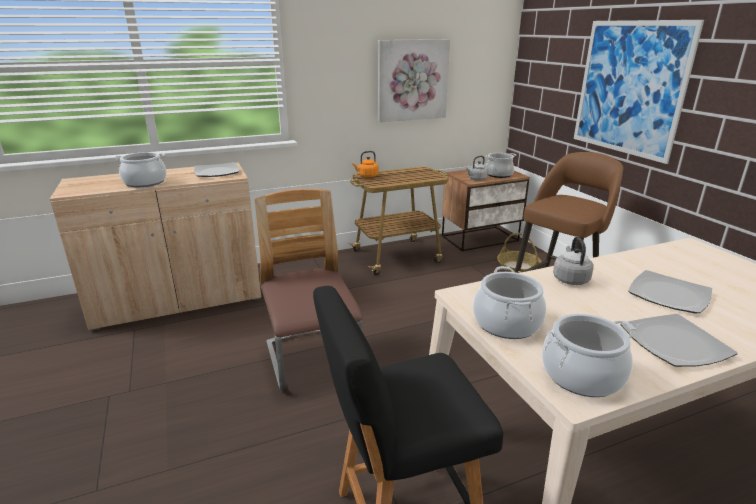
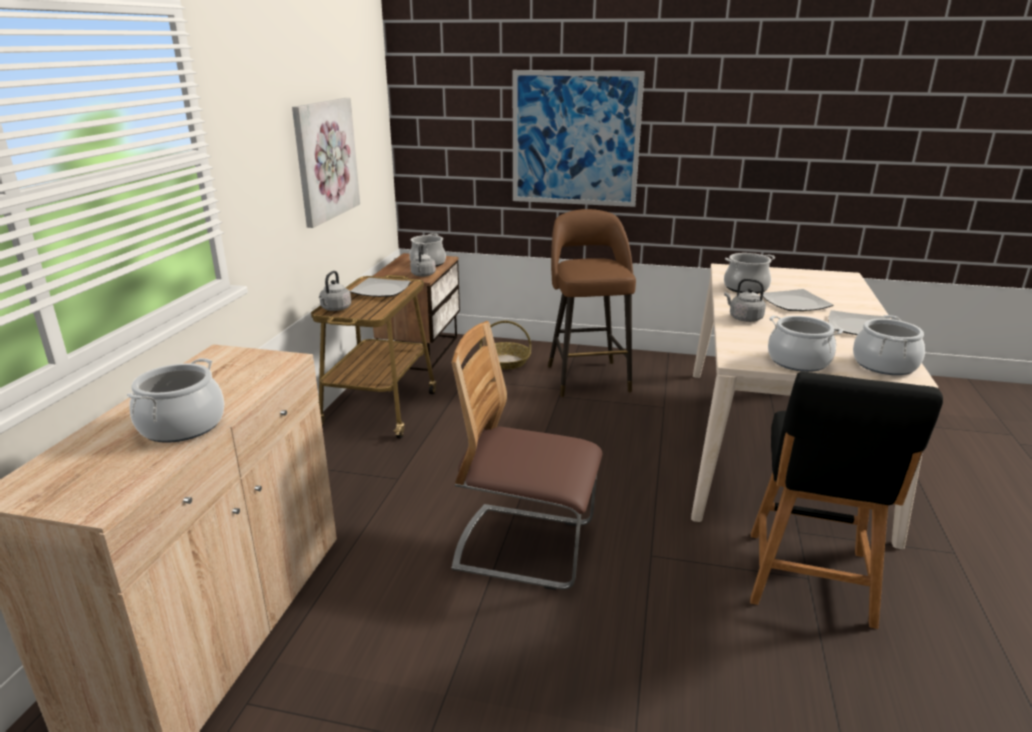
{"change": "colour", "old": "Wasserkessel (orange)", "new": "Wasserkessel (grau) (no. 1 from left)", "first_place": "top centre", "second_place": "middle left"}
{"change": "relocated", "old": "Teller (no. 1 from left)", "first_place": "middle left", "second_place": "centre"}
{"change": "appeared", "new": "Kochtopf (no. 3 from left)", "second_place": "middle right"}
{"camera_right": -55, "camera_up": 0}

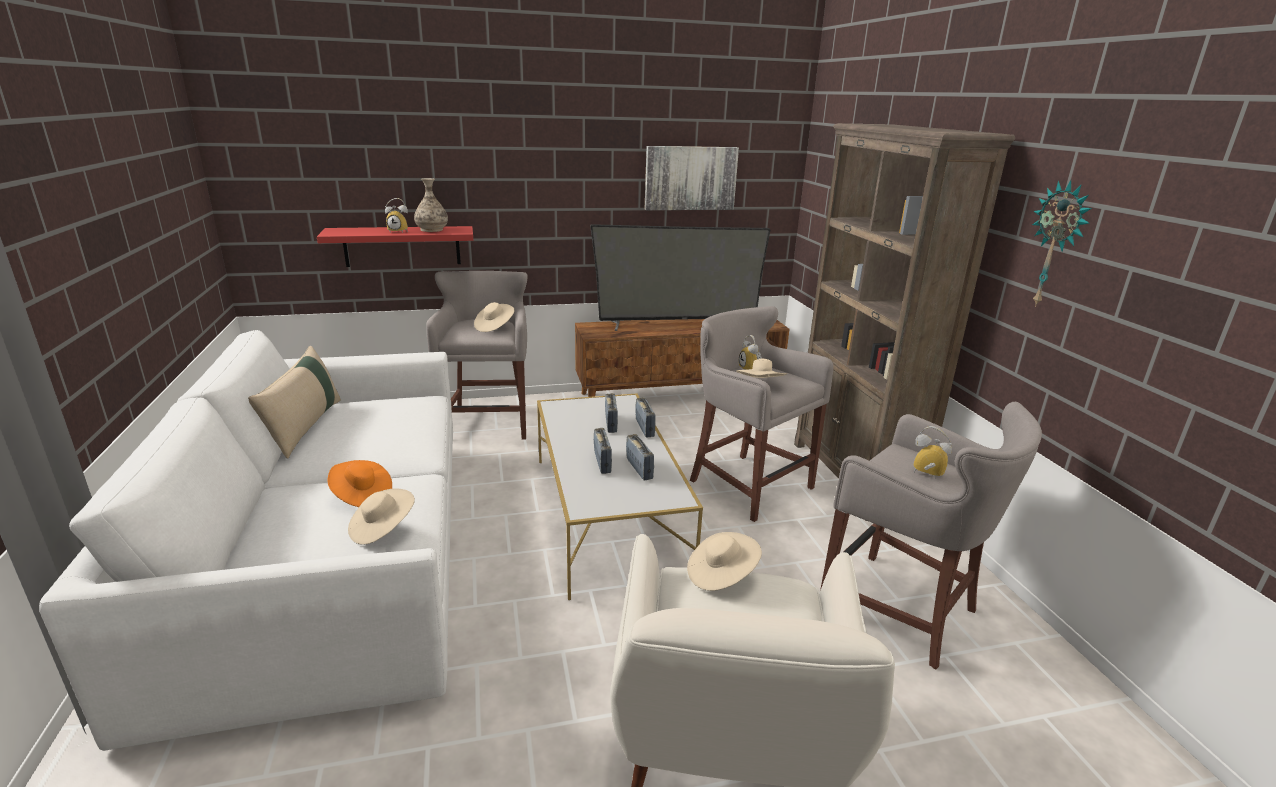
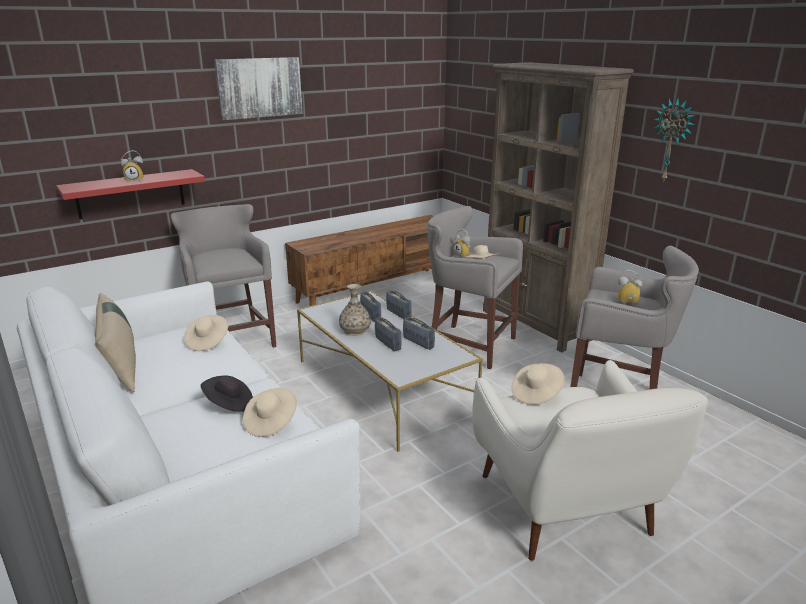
{"change": "relocated", "old": "Bild", "first_place": "top centre", "second_place": "top left"}
{"change": "relocated", "old": "Vase", "first_place": "top centre", "second_place": "centre"}
{"change": "missing", "old": "Fernseher", "first_place": "centre"}
{"change": "relocated", "old": "Hut (beige) (no. 2 from left in the first image)", "new": "Hut (beige) (no. 1 from left)", "first_place": "centre", "second_place": "middle left"}
{"change": "colour", "old": "Hut (orange)", "new": "Hut (schwarz)", "first_place": "middle left", "second_place": "middle left"}
{"camera_right": -20, "camera_up": 0}

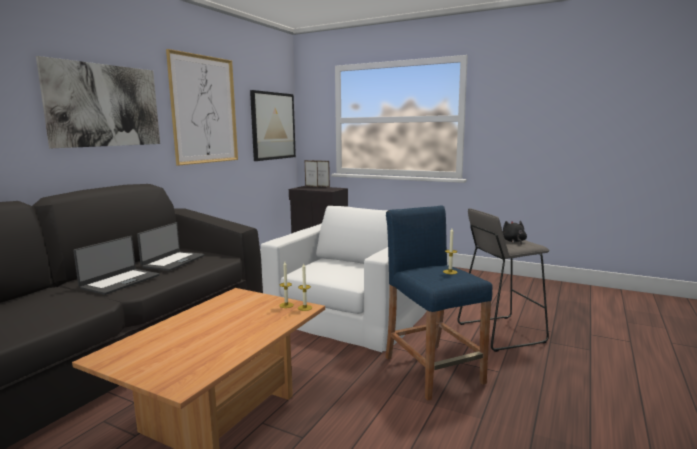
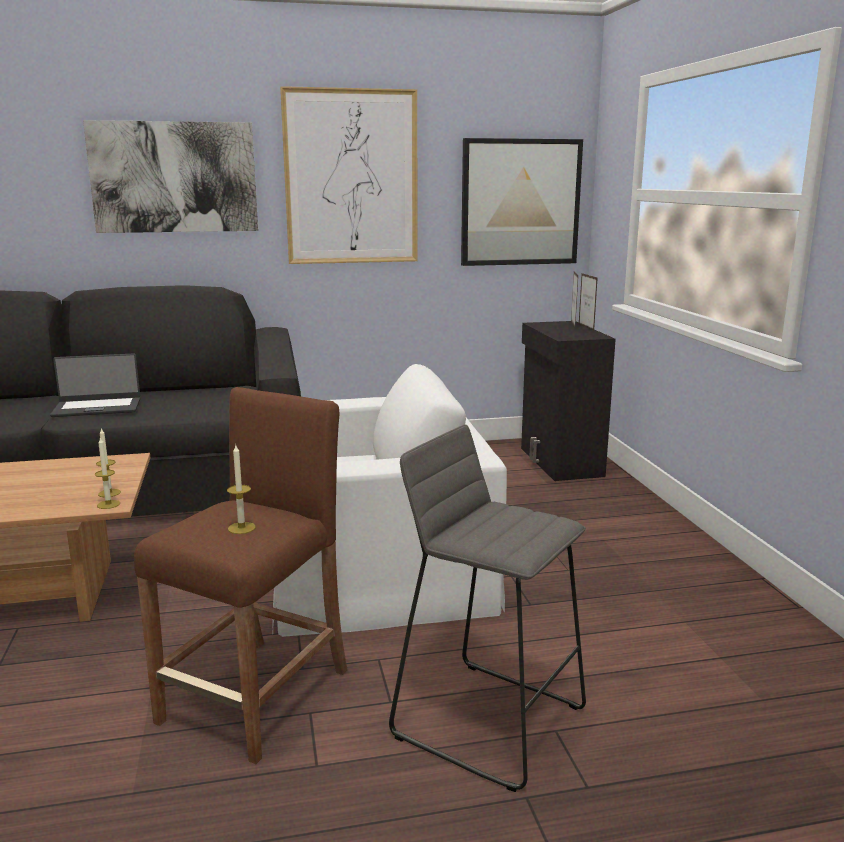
{"change": "colour", "old": "Hocker (blau)", "new": "Hocker (braun)", "first_place": "bottom centre", "second_place": "bottom left"}
{"change": "missing", "old": "Plüschtier (schwarz)", "first_place": "middle right"}
{"change": "missing", "old": "Laptop (no. 2 from left)", "first_place": "middle left"}
{"camera_right": 50, "camera_up": 5}

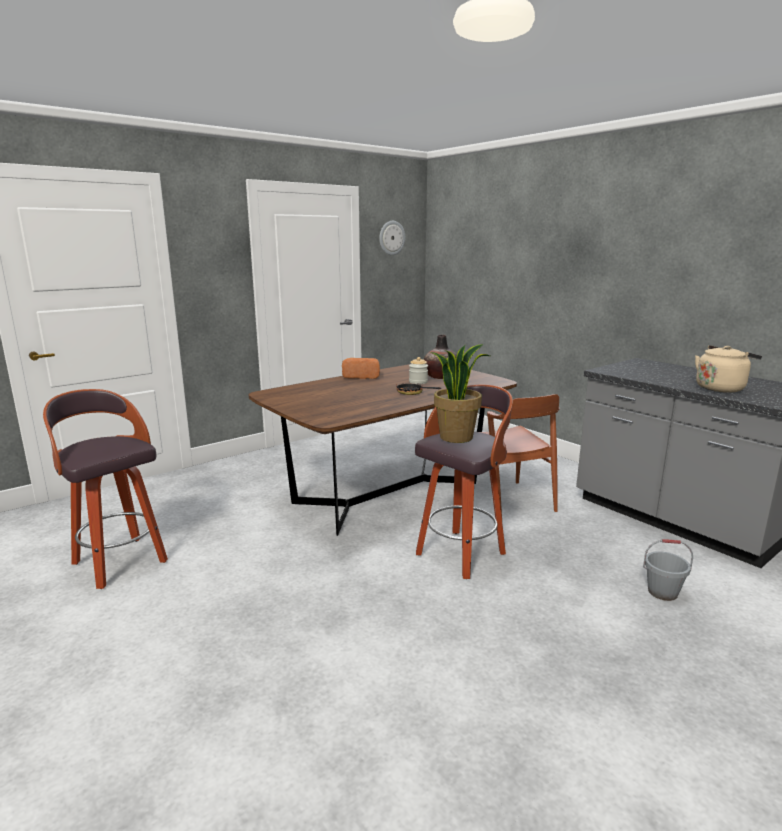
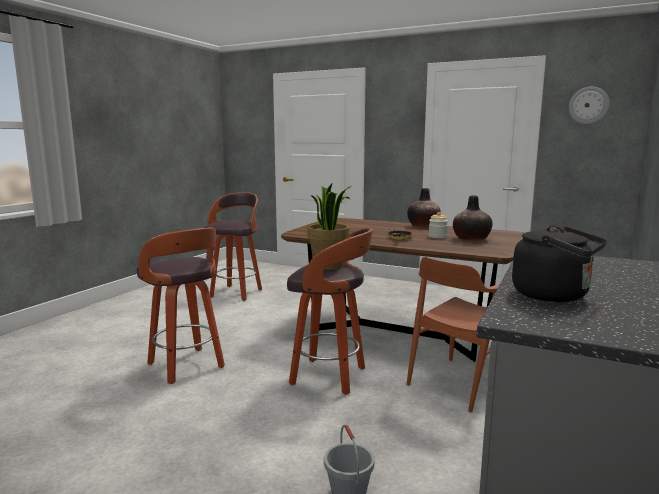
{"change": "colour", "old": "Wasserkessel (beige)", "new": "Wasserkessel (schwarz)", "first_place": "middle right", "second_place": "middle right"}
{"change": "exchanged", "old": "Brot", "new": "Vase (no. 1 from left)", "first_place": "centre", "second_place": "centre"}
{"change": "appeared", "new": "Hocker (no. 1 from left)", "second_place": "middle left"}
{"camera_right": 65, "camera_up": -5}

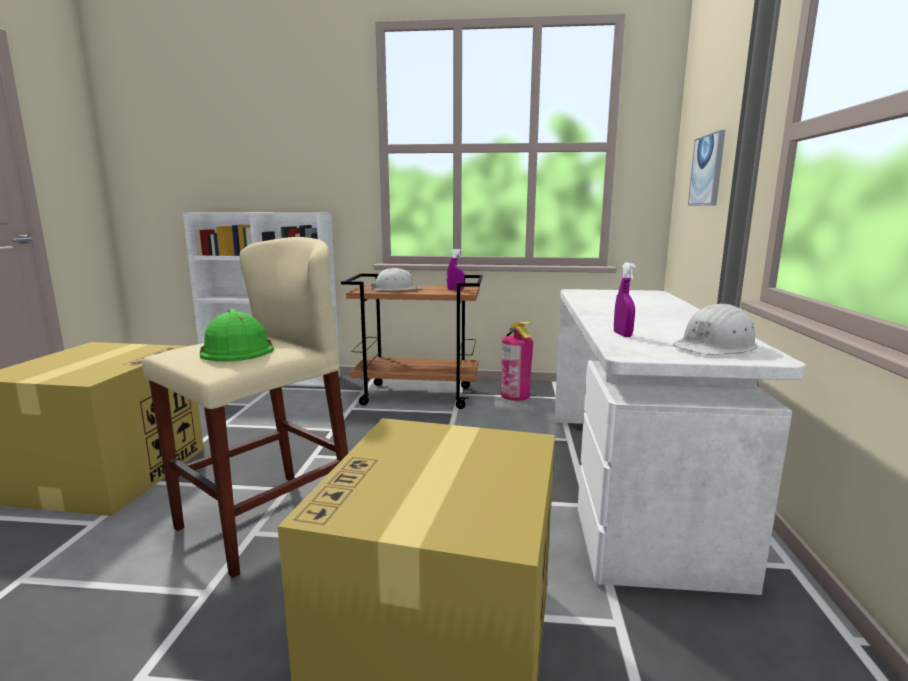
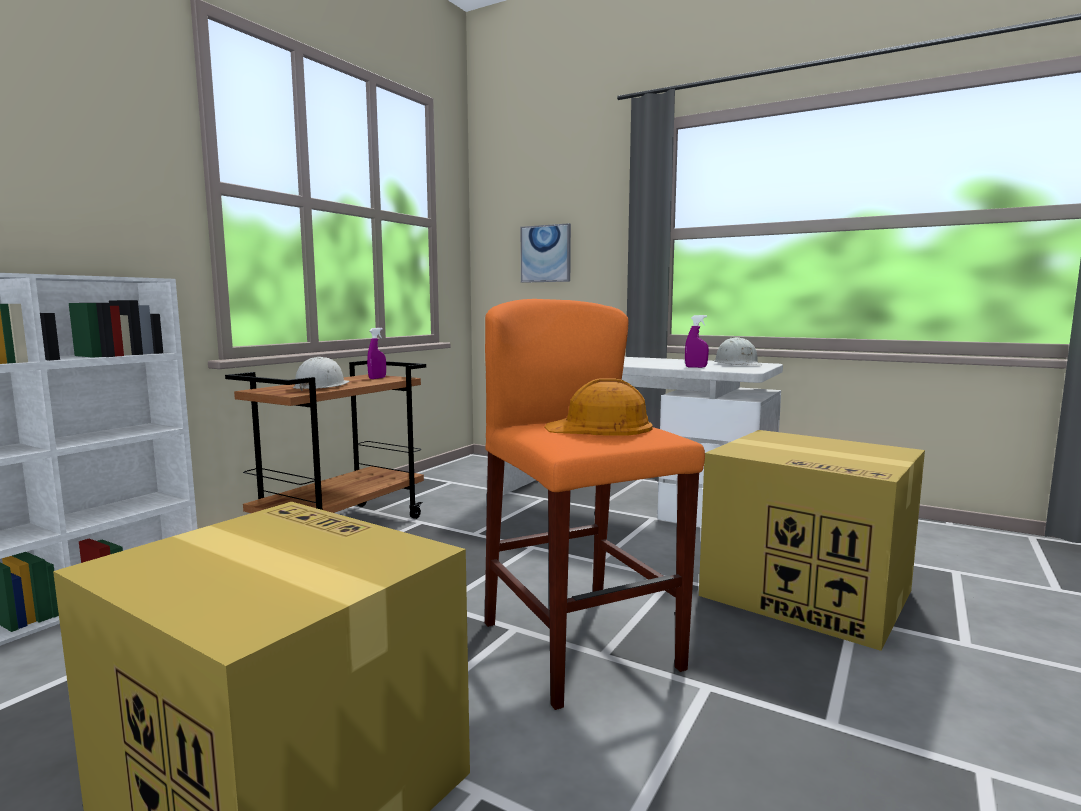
{"change": "colour", "old": "Hocker (beige)", "new": "Hocker (orange)", "first_place": "middle left", "second_place": "centre"}
{"change": "colour", "old": "Schutzhelm (grün)", "new": "Schutzhelm (orange)", "first_place": "middle left", "second_place": "centre"}
{"change": "missing", "old": "Feuerlöscher", "first_place": "centre"}
{"camera_right": -65, "camera_up": -5}

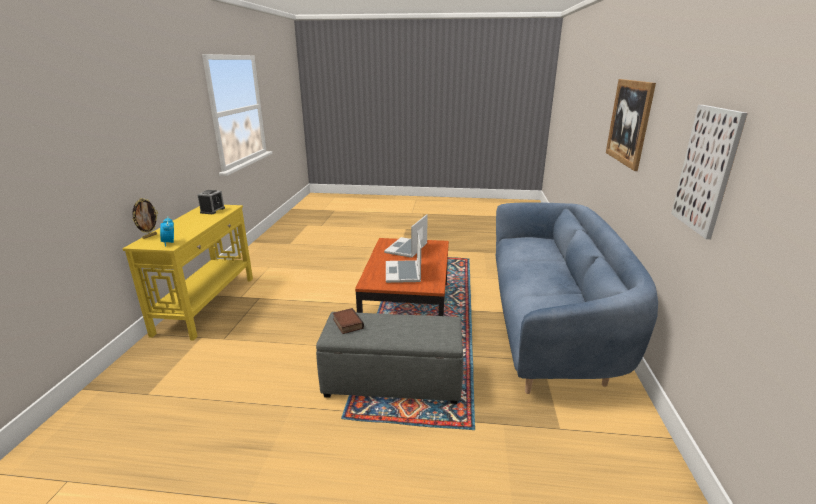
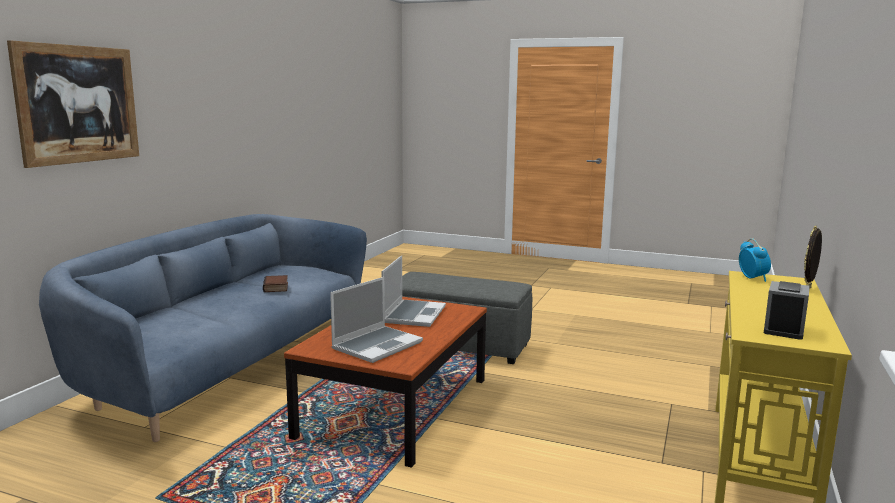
{"change": "missing", "old": "Bild (no. 2 from left)", "first_place": "middle right"}
{"change": "relocated", "old": "Buch", "first_place": "centre", "second_place": "middle left"}
{"camera_right": -165, "camera_up": -10}

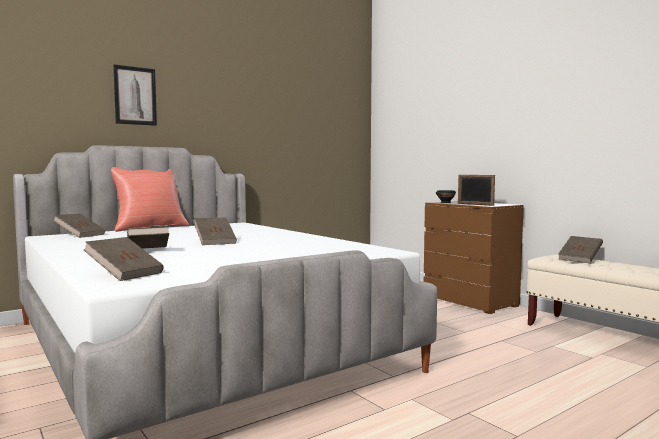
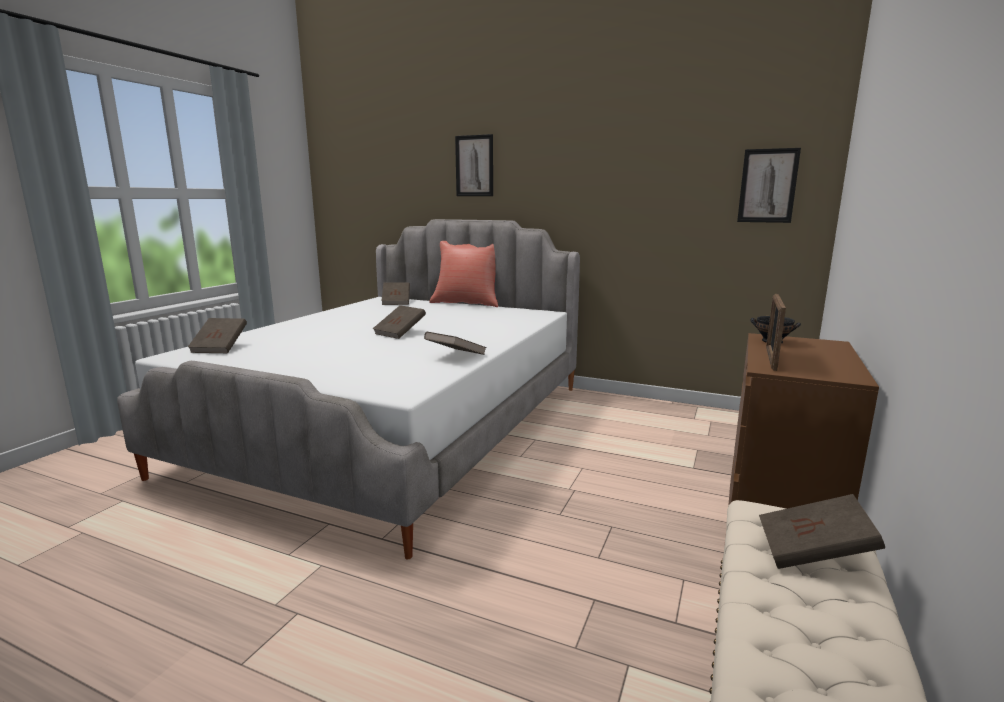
{"change": "relocated", "old": "Buch (braun) (no. 3 from left in the first image)", "new": "Buch (braun) (no. 4 from left)", "first_place": "middle left", "second_place": "centre"}
{"change": "appeared", "new": "Bild (no. 2 from left)", "second_place": "top right"}
{"camera_right": 60, "camera_up": 10}

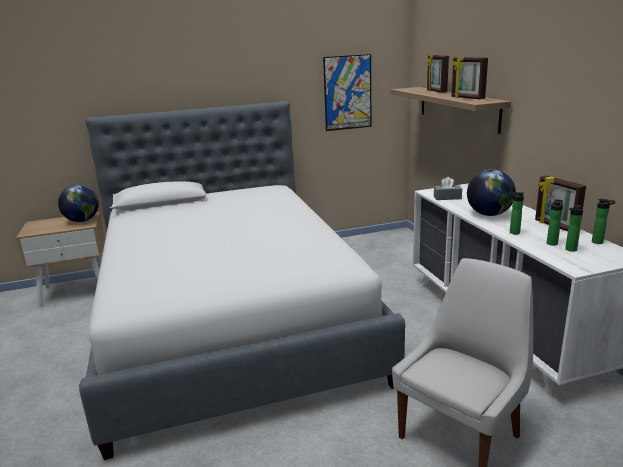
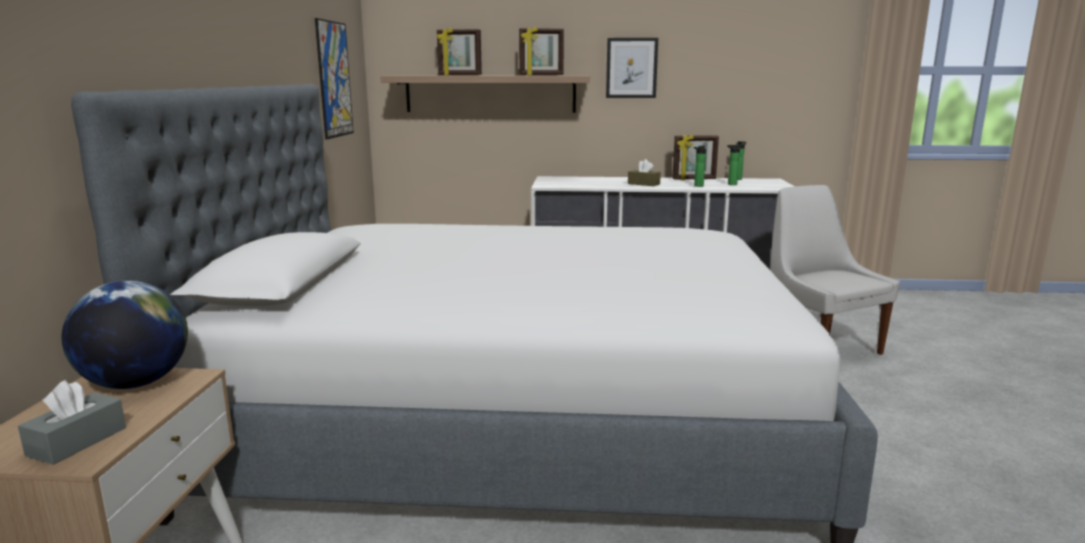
{"change": "exchanged", "old": "Globus (no. 2 from left)", "new": "Taschentuchbox (braun)", "first_place": "middle right", "second_place": "top centre"}
{"change": "relocated", "old": "Taschentuchbox (grau)", "first_place": "middle right", "second_place": "bottom left"}
{"change": "missing", "old": "Flasche (no. 3 from left)", "first_place": "middle right"}
{"change": "appeared", "new": "Bild (no. 2 from left)", "second_place": "top centre"}
{"camera_right": -70, "camera_up": -5}

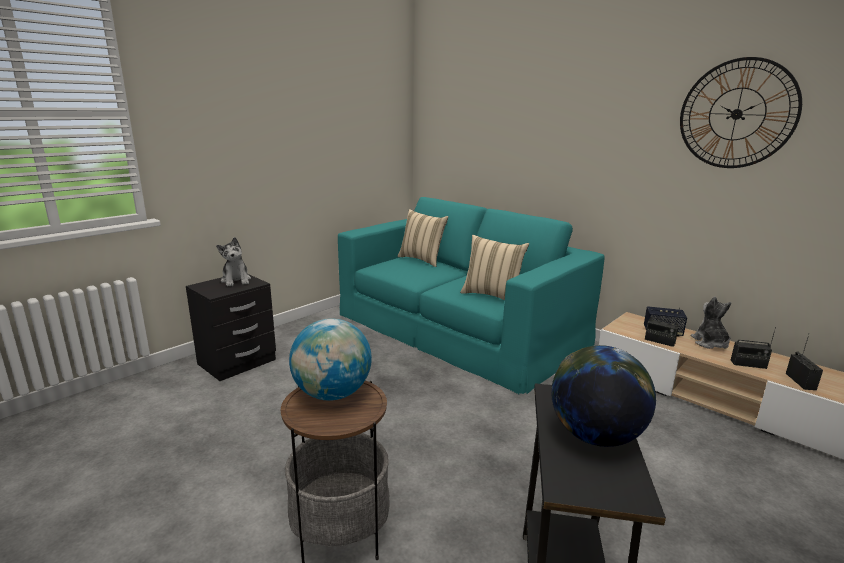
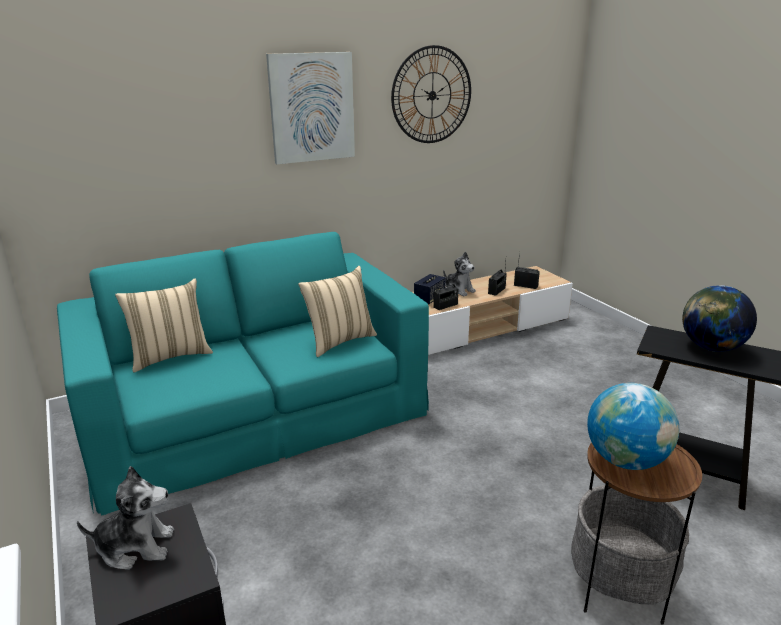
{"change": "spun", "old": "Plüschtier (no. 2 from left)", "first_place": "middle right", "second_place": "centre", "degrees": -150}
{"change": "appeared", "new": "Bild", "second_place": "top centre"}
{"camera_right": -70, "camera_up": 5}

